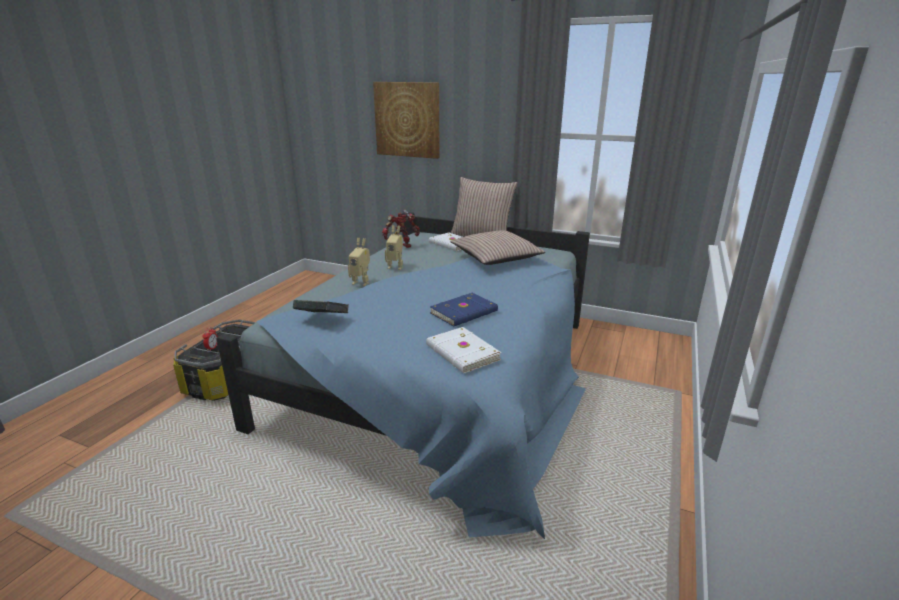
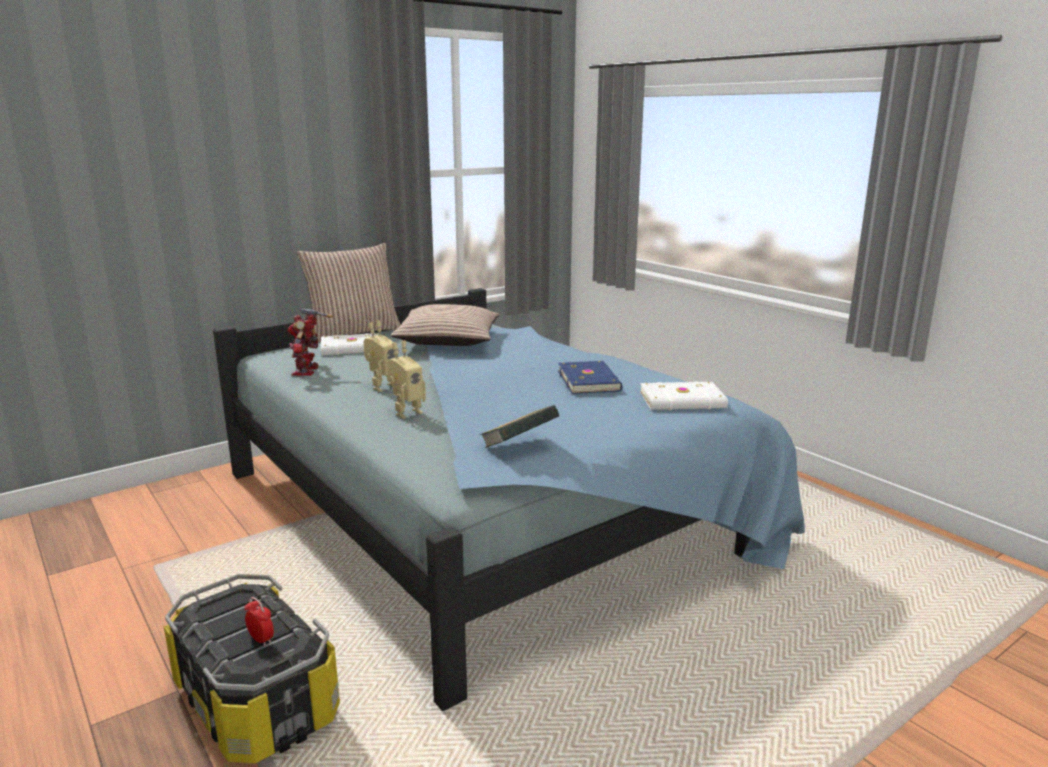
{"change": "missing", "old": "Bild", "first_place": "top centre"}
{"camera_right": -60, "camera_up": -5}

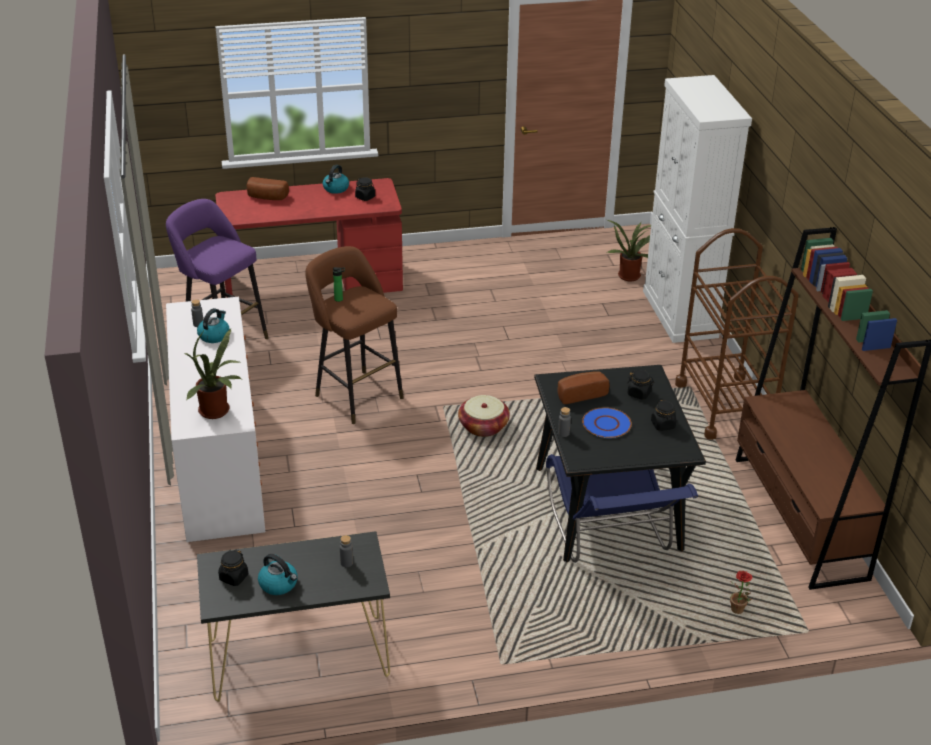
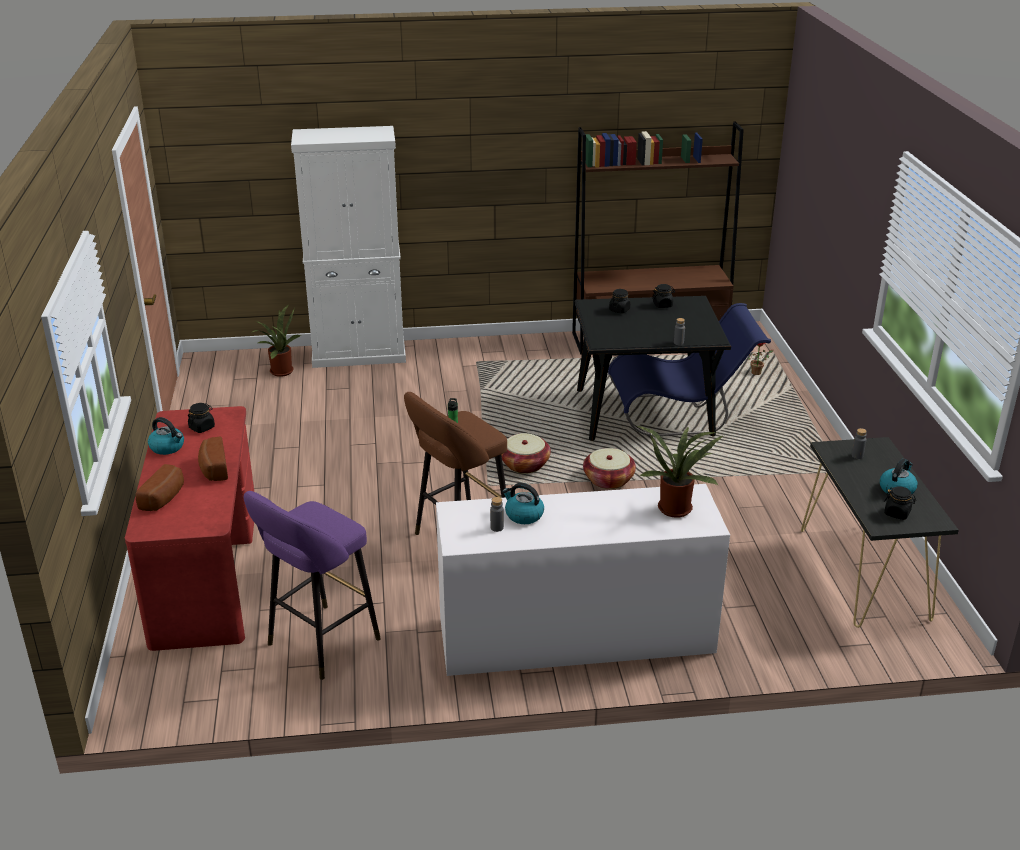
{"change": "missing", "old": "Rollwagen (braun)", "first_place": "middle right"}
{"change": "relocated", "old": "Brot (no. 2 from left)", "first_place": "centre", "second_place": "middle left"}
{"change": "missing", "old": "Teller (blau)", "first_place": "centre"}
{"change": "appeared", "new": "Korb (no. 2 from left)", "second_place": "centre"}
{"camera_right": -85, "camera_up": -5}

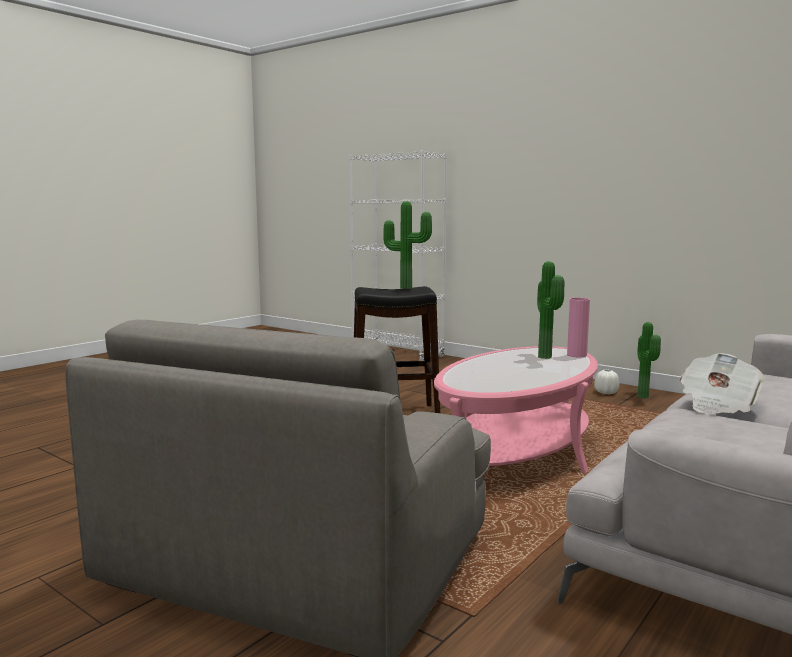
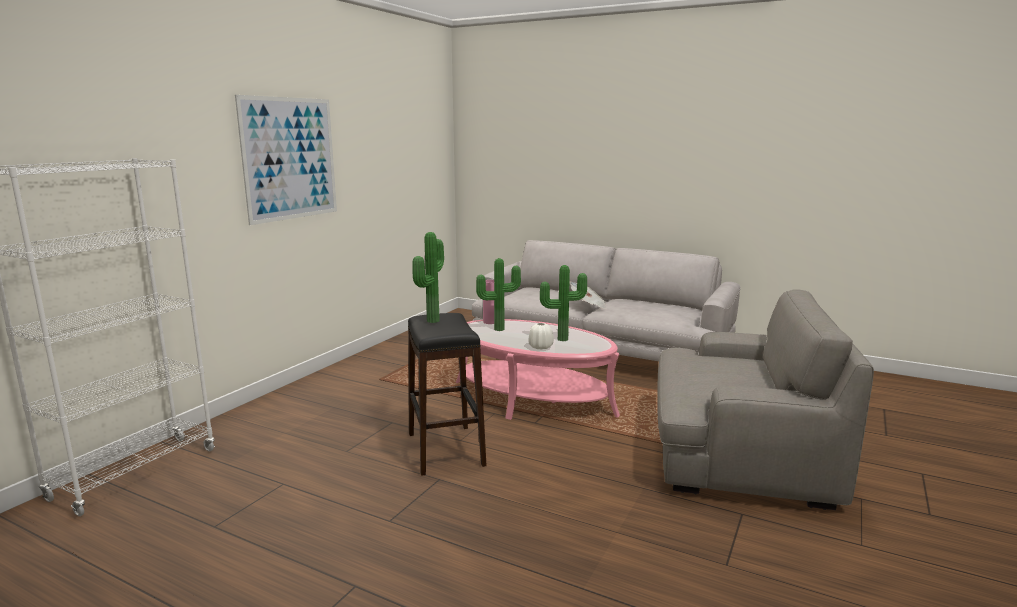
{"change": "relocated", "old": "Topfpflanze (no. 3 from left)", "first_place": "middle right", "second_place": "centre"}
{"change": "relocated", "old": "Vase (weiß)", "first_place": "middle right", "second_place": "centre"}
{"change": "appeared", "new": "Bild", "second_place": "top left"}
{"camera_right": -100, "camera_up": 5}

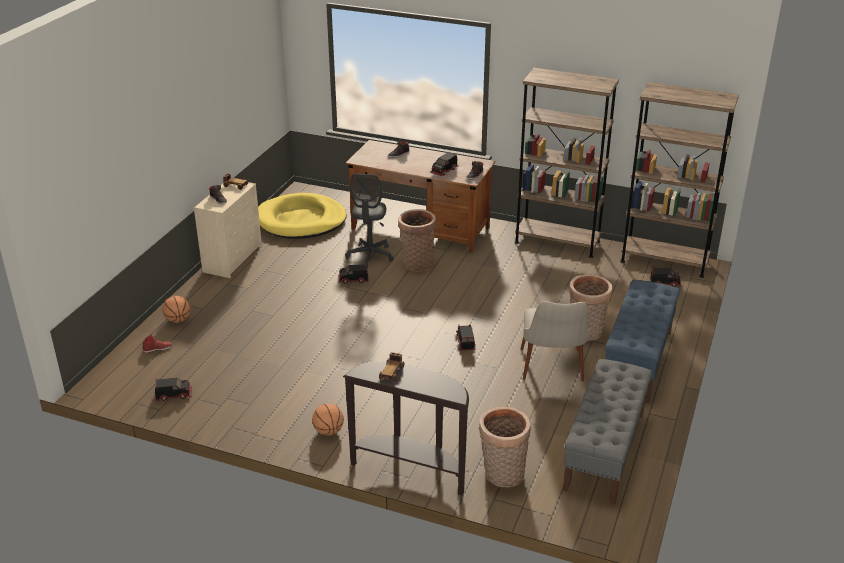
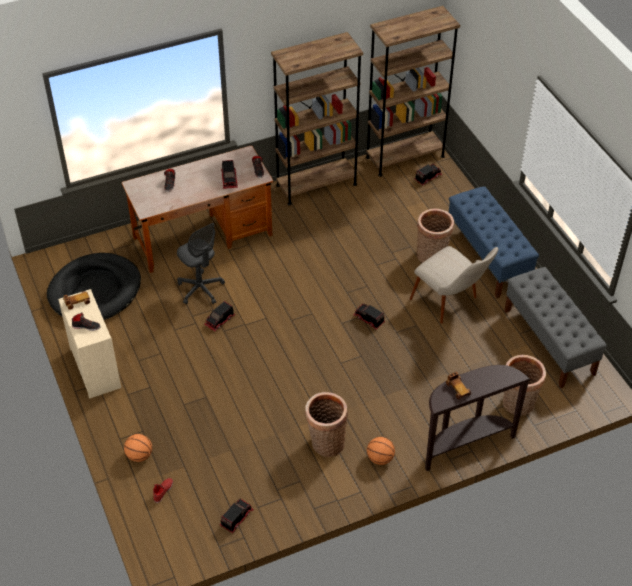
{"change": "colour", "old": "Hundebett (gelb)", "new": "Hundebett (schwarz)", "first_place": "centre", "second_place": "middle left"}
{"change": "relocated", "old": "Korb (no. 1 from left)", "first_place": "centre", "second_place": "bottom centre"}
{"camera_right": -45, "camera_up": 15}

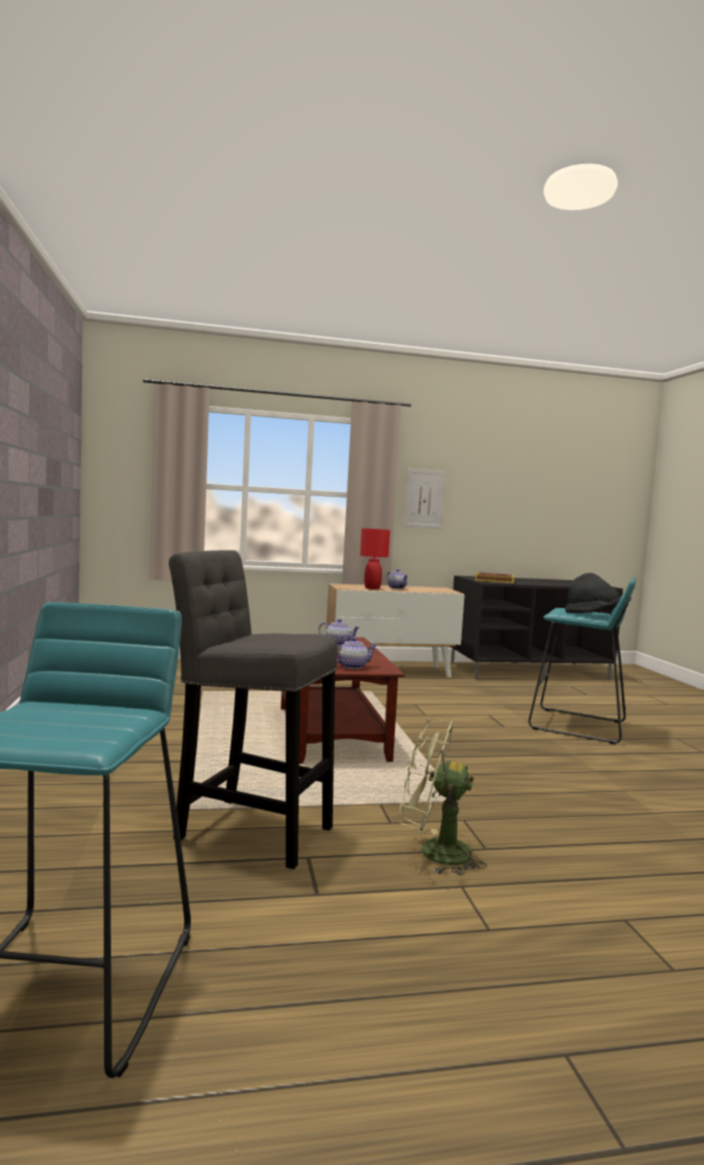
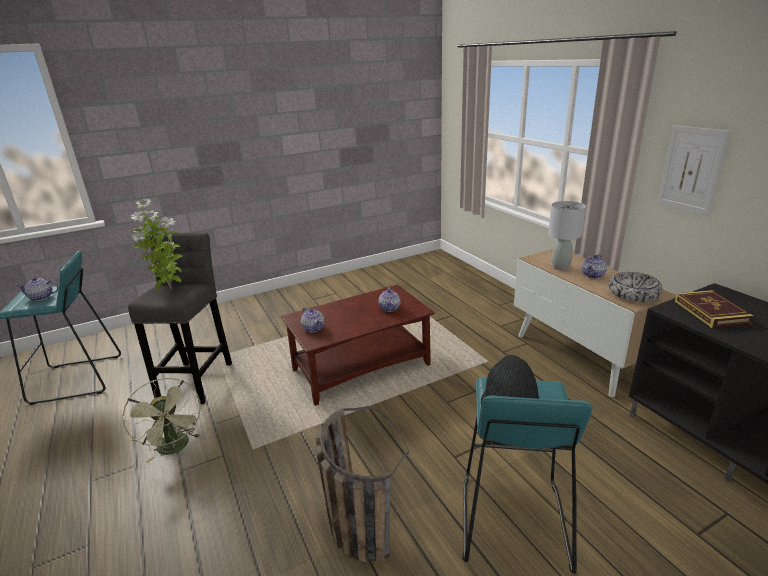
{"change": "colour", "old": "Tischlampe (rot)", "new": "Tischlampe (grau)", "first_place": "centre", "second_place": "middle right"}
{"change": "spun", "old": "Ventilator (grün)", "first_place": "bottom centre", "second_place": "bottom left", "degrees": 150}
{"change": "appeared", "new": "Topfpflanze", "second_place": "middle left"}
{"change": "appeared", "new": "Schüssel", "second_place": "middle right"}
{"change": "appeared", "new": "Teekanne (no. 1 from left)", "second_place": "middle left"}
{"change": "appeared", "new": "Korb", "second_place": "bottom centre"}
{"camera_right": 75, "camera_up": 20}

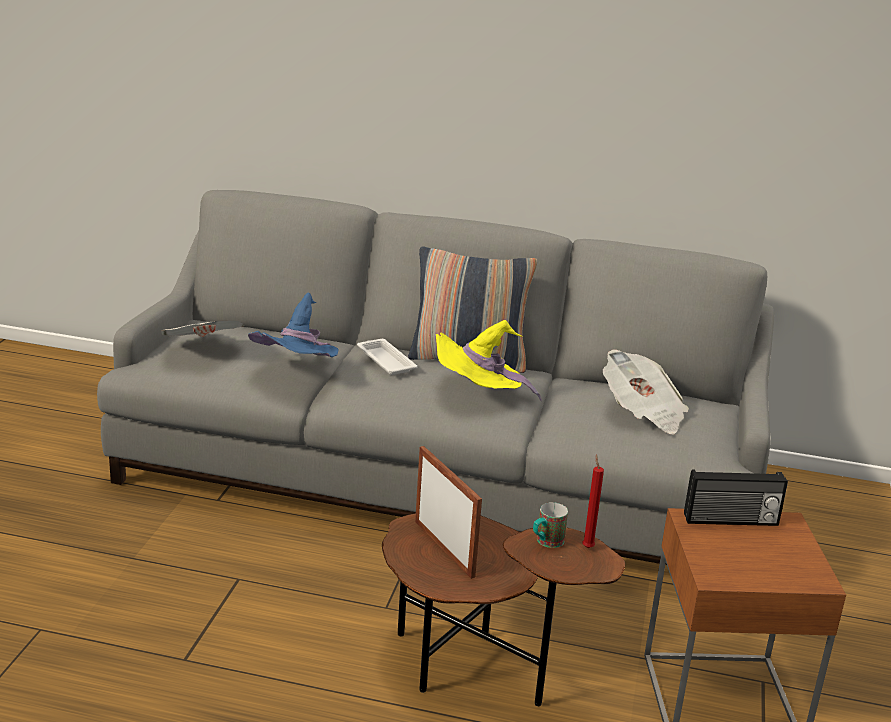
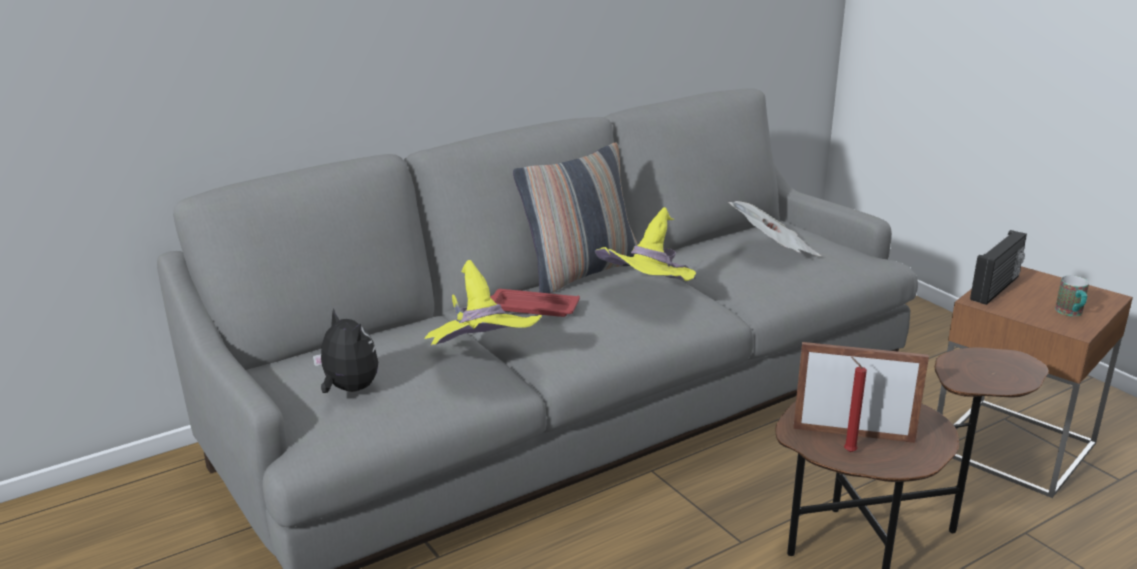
{"change": "colour", "old": "Hut (blau)", "new": "Hut (gelb) (no. 1 from left)", "first_place": "middle left", "second_place": "centre"}
{"change": "exchanged", "old": "Zeitung (no. 1 from left)", "new": "Plüschtier", "first_place": "middle left", "second_place": "middle left"}
{"change": "colour", "old": "Tablett (weiß)", "new": "Tablett (rot)", "first_place": "centre", "second_place": "centre"}
{"change": "relocated", "old": "Kerze (rot)", "first_place": "bottom centre", "second_place": "bottom right"}
{"change": "relocated", "old": "Henkelbecher", "first_place": "bottom centre", "second_place": "middle right"}
{"camera_right": -45, "camera_up": 0}

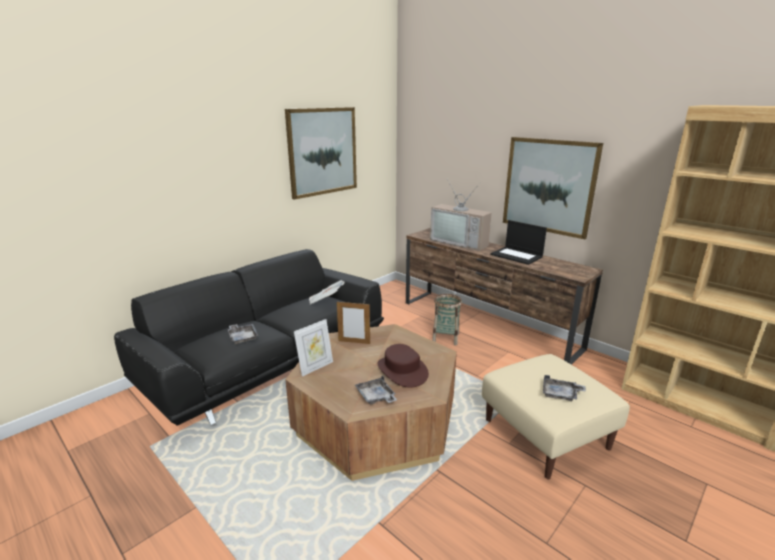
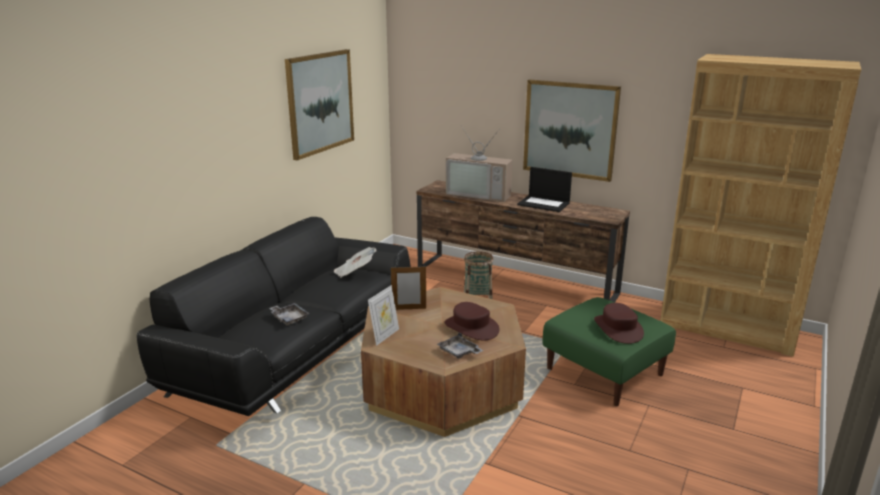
{"change": "colour", "old": "Polsterhocker (beige)", "new": "Polsterhocker (grün)", "first_place": "bottom right", "second_place": "bottom right"}
{"change": "exchanged", "old": "Tablett (grau) (no. 3 from left)", "new": "Hut (braun) (no. 2 from left)", "first_place": "bottom right", "second_place": "middle right"}
{"camera_right": -15, "camera_up": 0}

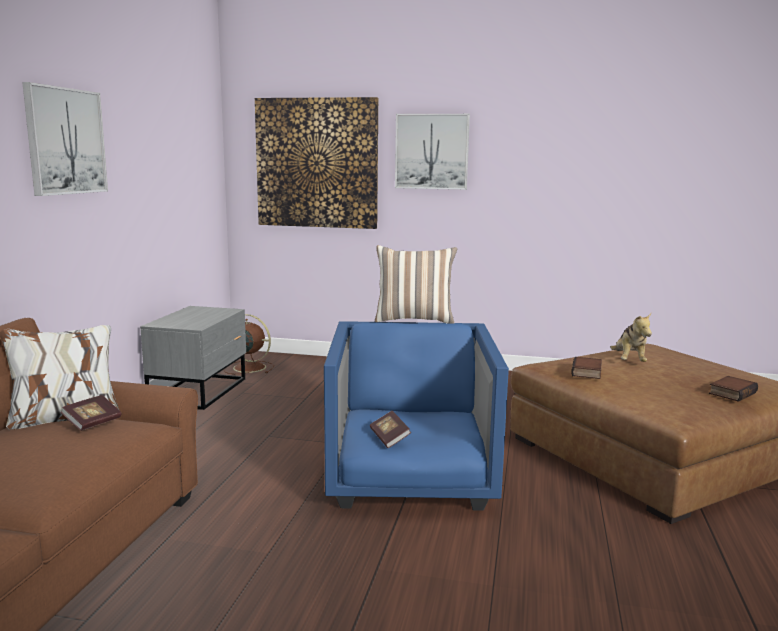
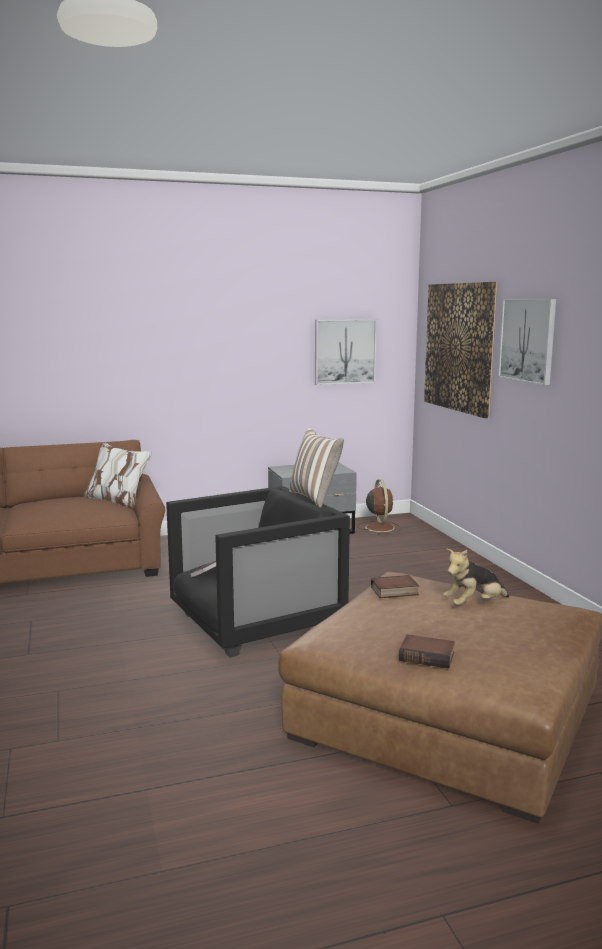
{"change": "relocated", "old": "Bild (no. 1 from left)", "first_place": "top left", "second_place": "centre"}
{"change": "colour", "old": "Sessel (blau)", "new": "Sessel (schwarz)", "first_place": "centre", "second_place": "centre"}
{"change": "missing", "old": "Buch (no. 1 from left)", "first_place": "middle left"}
{"camera_right": 60, "camera_up": 0}

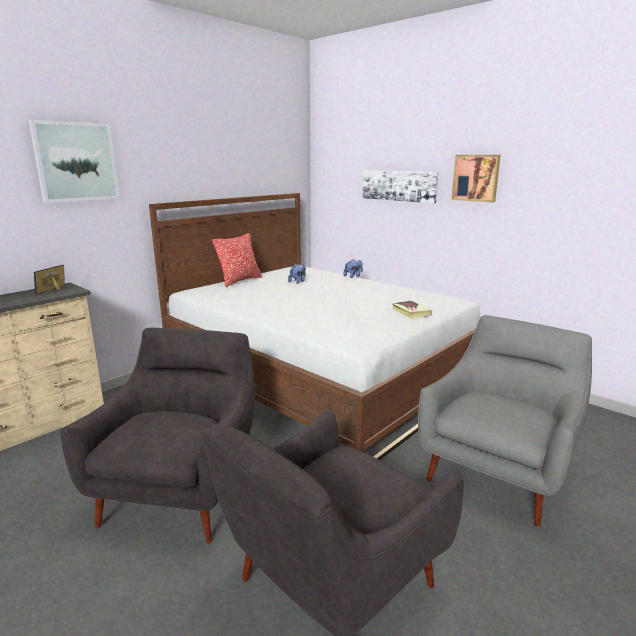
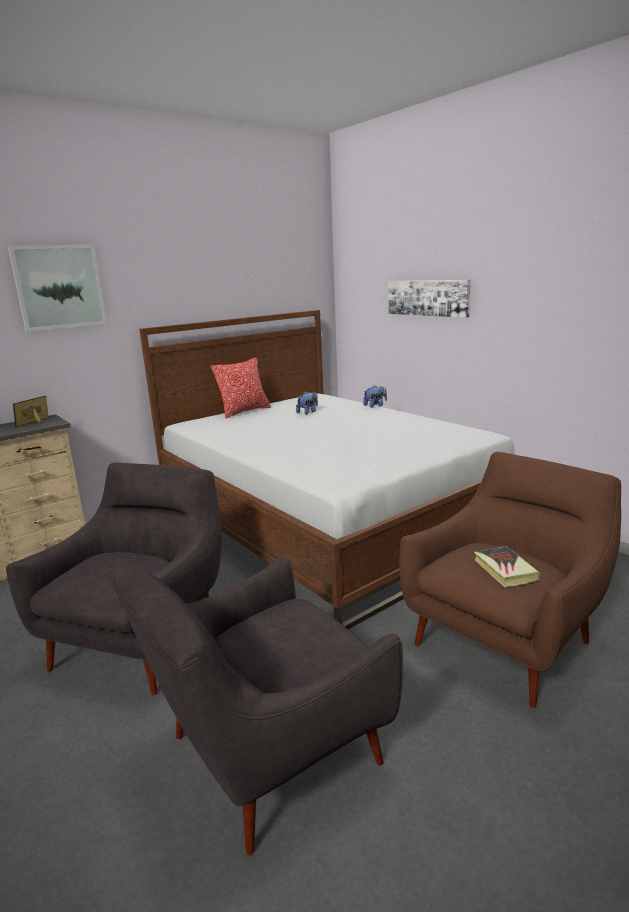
{"change": "missing", "old": "Bild (no. 3 from left)", "first_place": "top right"}
{"change": "relocated", "old": "Buch", "first_place": "centre", "second_place": "middle right"}
{"change": "colour", "old": "Sessel (grau) (no. 3 from left)", "new": "Sessel (braun)", "first_place": "middle right", "second_place": "middle right"}
{"camera_right": 10, "camera_up": 0}

